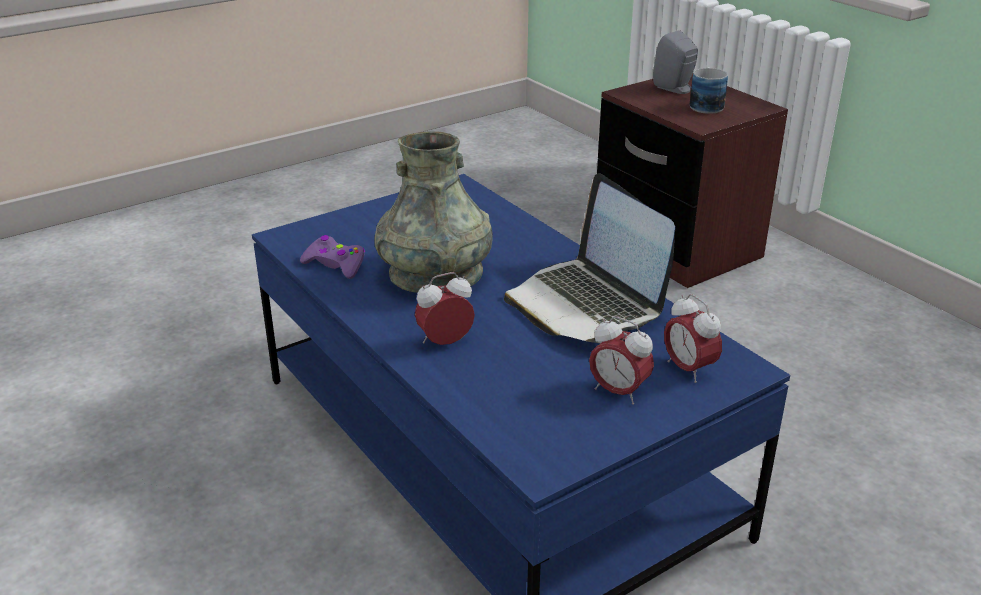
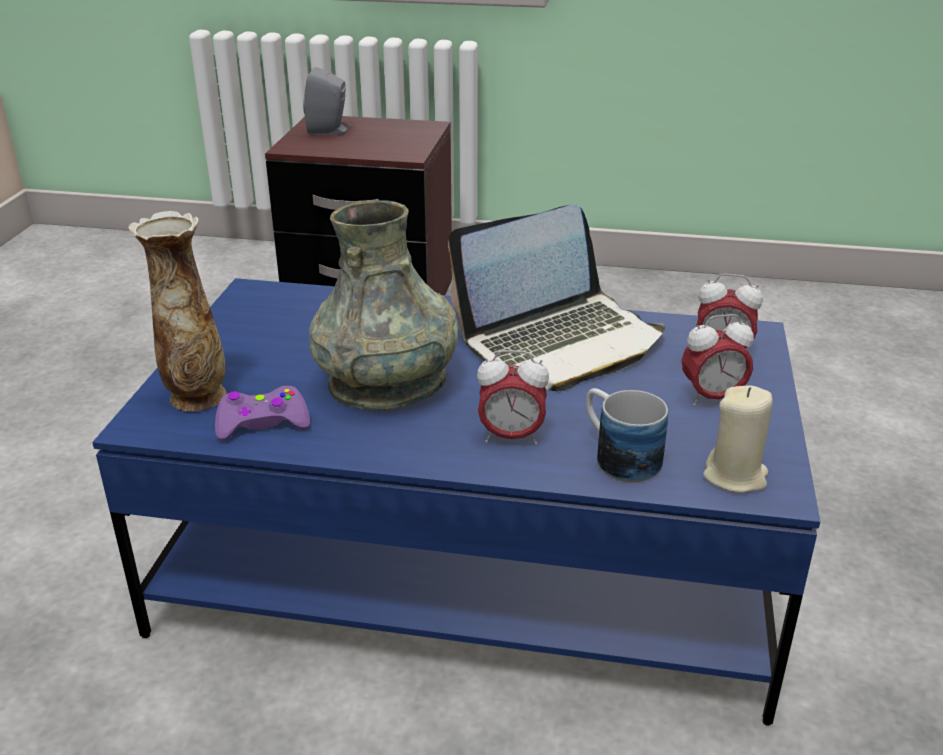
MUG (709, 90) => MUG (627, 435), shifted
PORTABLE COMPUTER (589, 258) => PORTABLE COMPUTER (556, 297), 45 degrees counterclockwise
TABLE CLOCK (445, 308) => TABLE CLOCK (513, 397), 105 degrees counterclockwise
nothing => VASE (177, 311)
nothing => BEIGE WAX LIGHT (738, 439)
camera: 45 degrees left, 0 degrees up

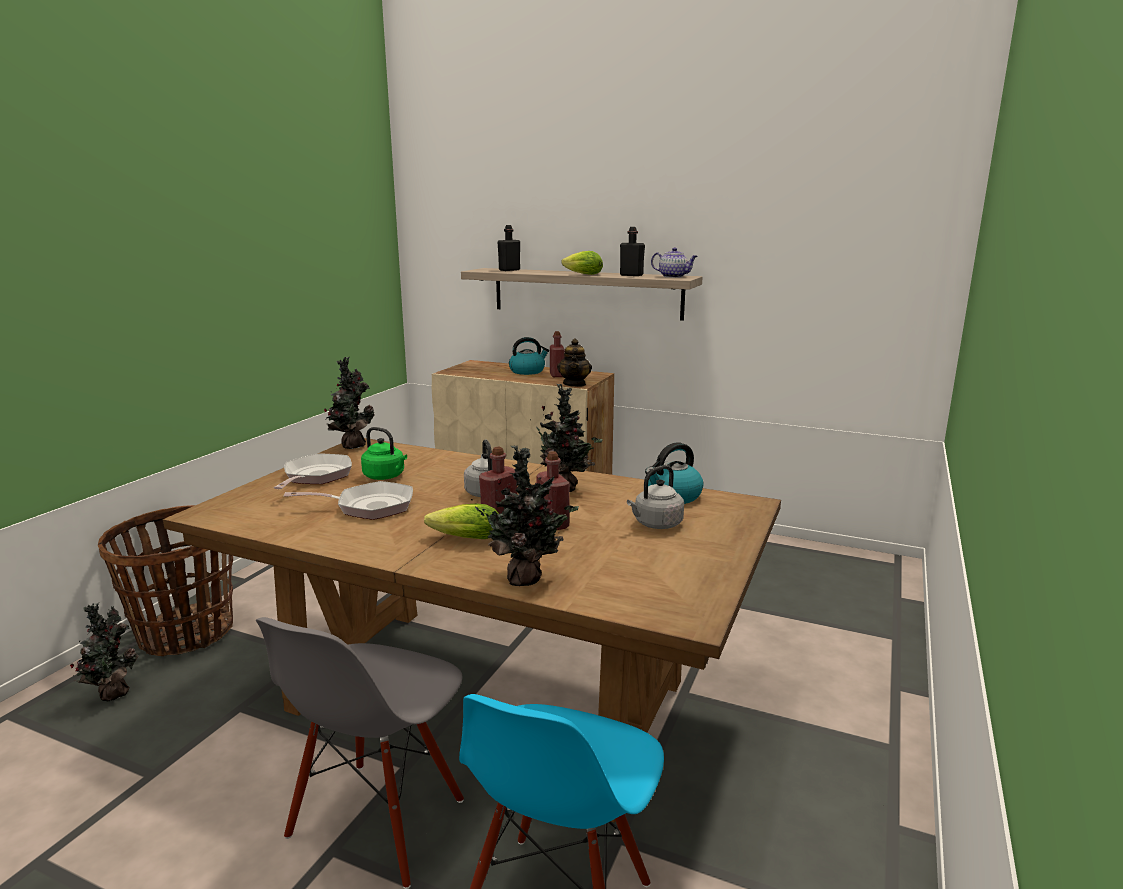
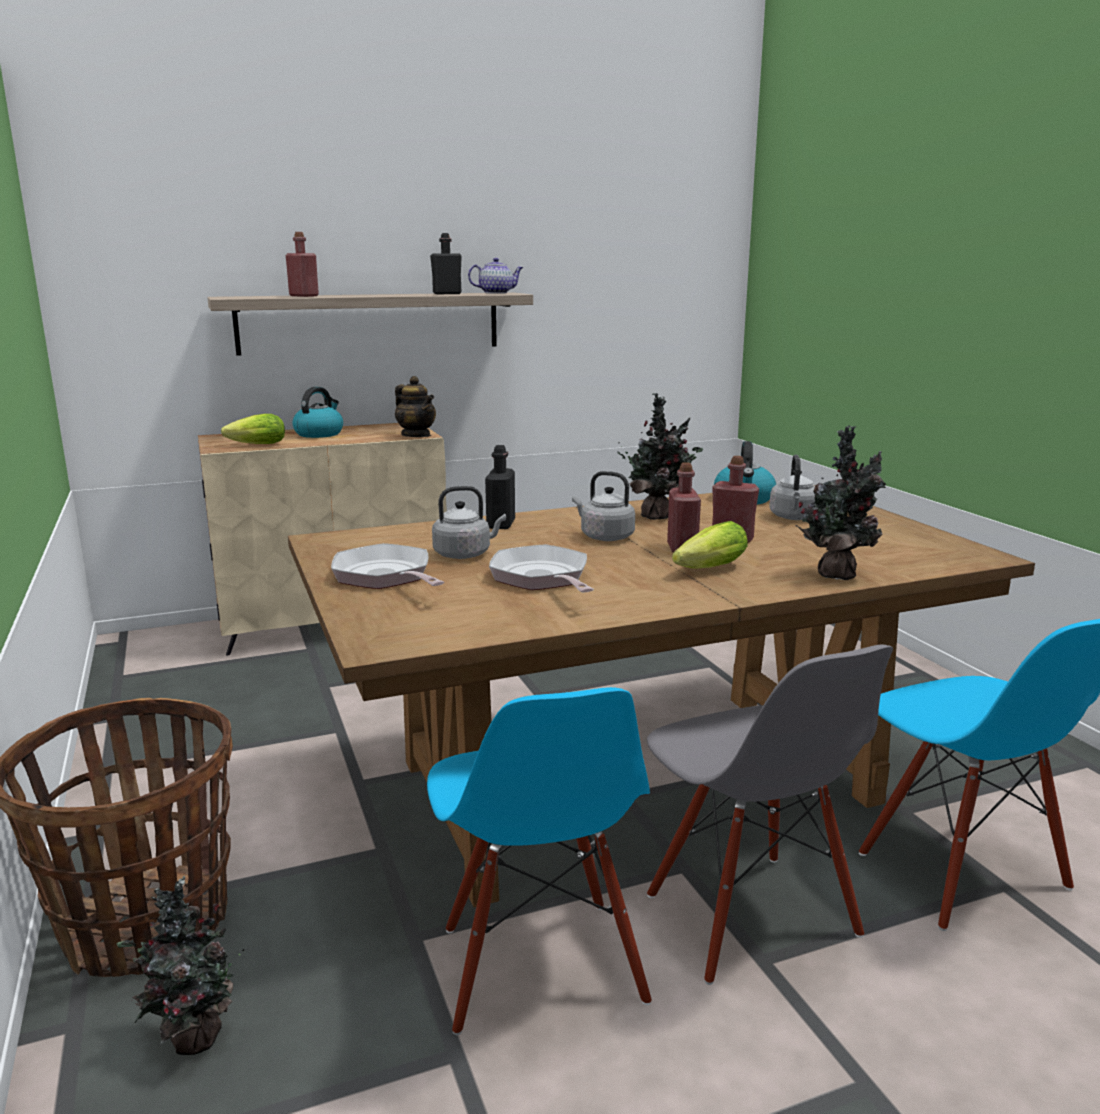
BLACK BEVERAGE BOTTLE (509, 248) => BLACK BEVERAGE BOTTLE (500, 487), shifted
HEAD OF LETTUCE (582, 263) => HEAD OF LETTUCE (253, 429), shifted
RED-COLOURED BEVERAGE BOTTLE (557, 354) => RED-COLOURED BEVERAGE BOTTLE (302, 264), shifted
HOUSEPLANT (349, 403) => nothing
GREENISH KETTLE (384, 453) => GRAY KETTLE (469, 522)
SKILLET (348, 500) => SKILLET (541, 568), 60 degrees counterclockwise
nothing => BLUE UPRIGHT CHAIR (539, 861)
camera: 45 degrees left, 0 degrees up

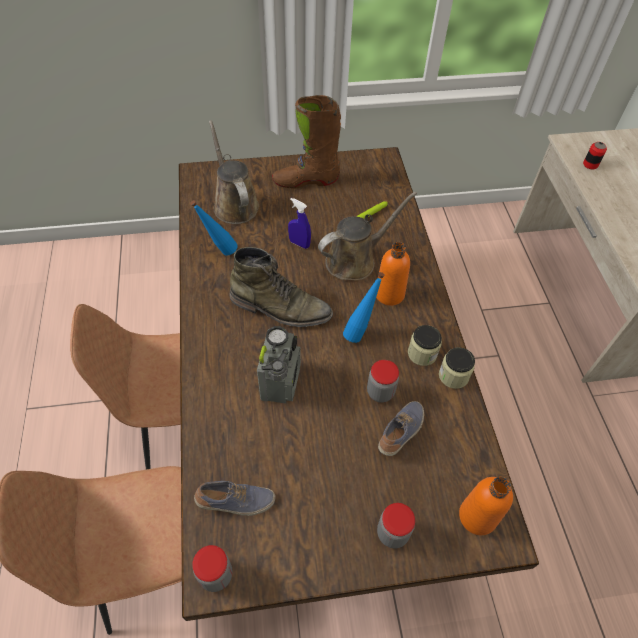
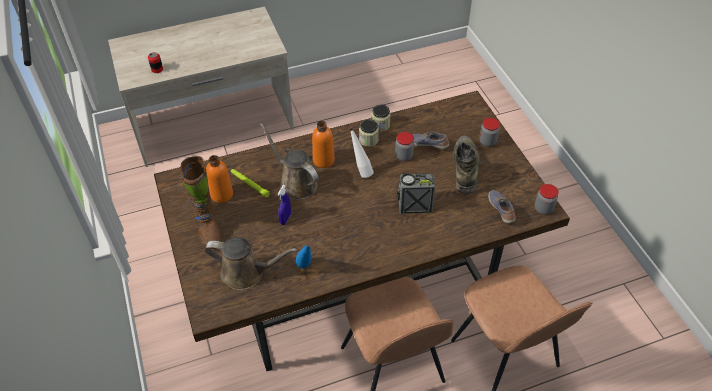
BROWNISH SPRINKLING CAN (234, 172) => BROWNISH SPRINKLING CAN (251, 263), 135 degrees counterclockwise
GREENISH BOOT (281, 287) => GREENISH BOOT (467, 164), shifted
BLUE BEVERAGE BOTTLE (364, 307) => WHITE-COLOURED BEVERAGE BOTTLE (361, 152)
ORANGE BEVERAGE BOTTLE (486, 506) => ORANGE BEVERAGE BOTTLE (219, 179), shifted
camera: 100 degrees left, 5 degrees down

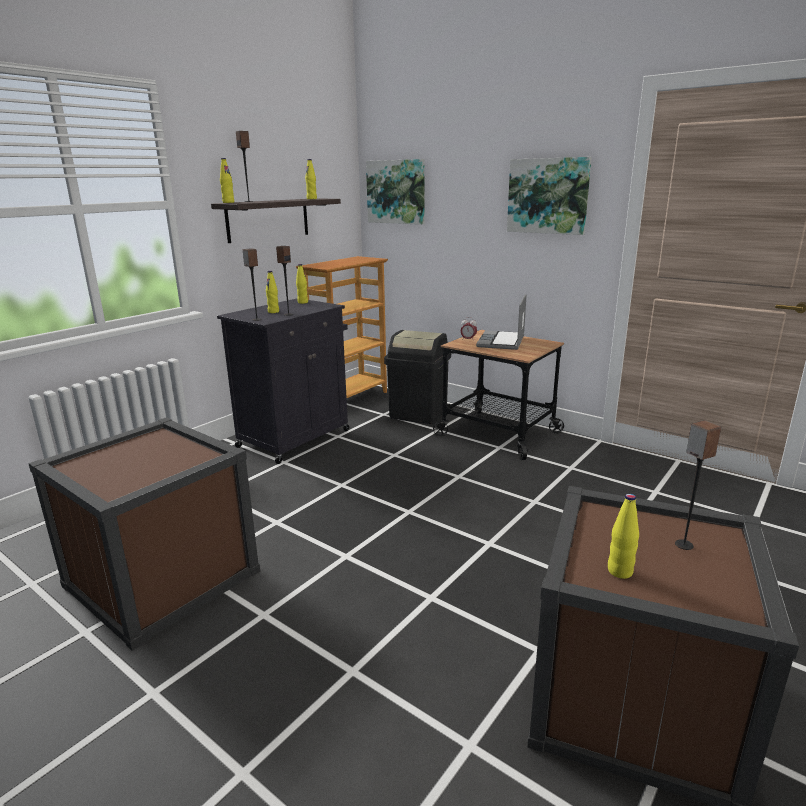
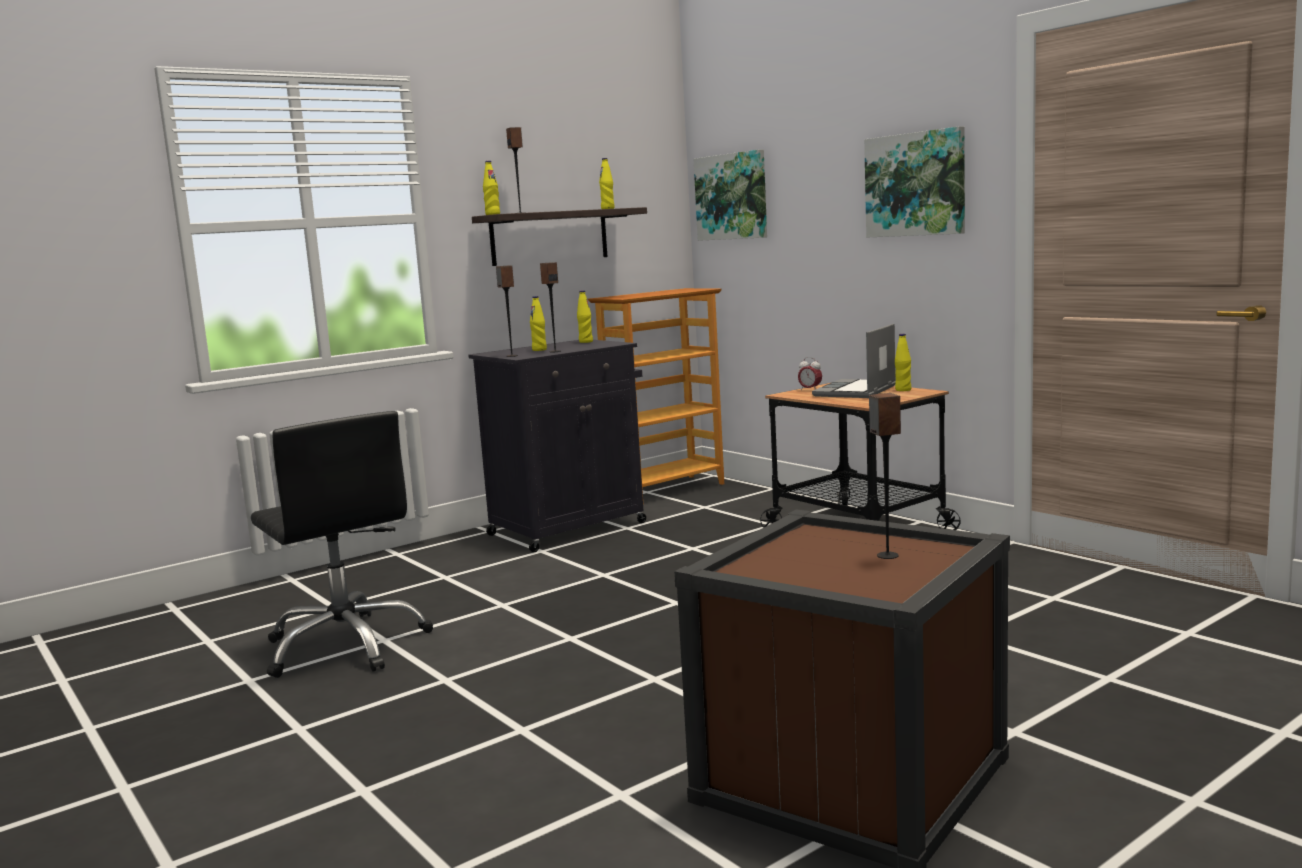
BLACK RUBBISH BIN (417, 377) => nothing
BROWNISH STORAGE CONTAINER (144, 534) => BLACK COMPUTER CHAIR (342, 544)
YELLOW-COLOURED BEVERAGE BOTTLE (623, 536) => YELLOW-COLOURED BEVERAGE BOTTLE (903, 362), shifted
camera: 15 degrees right, 10 degrees down

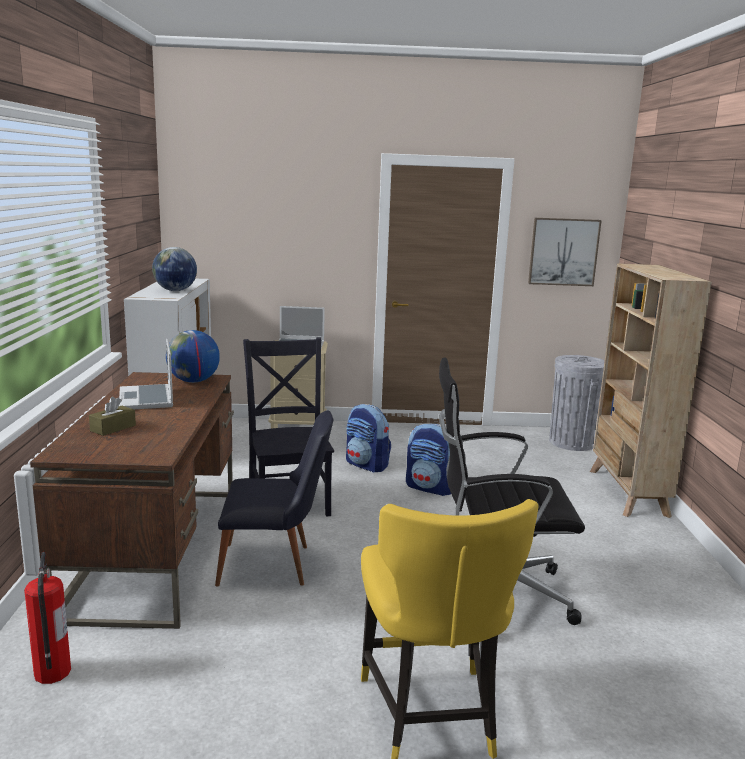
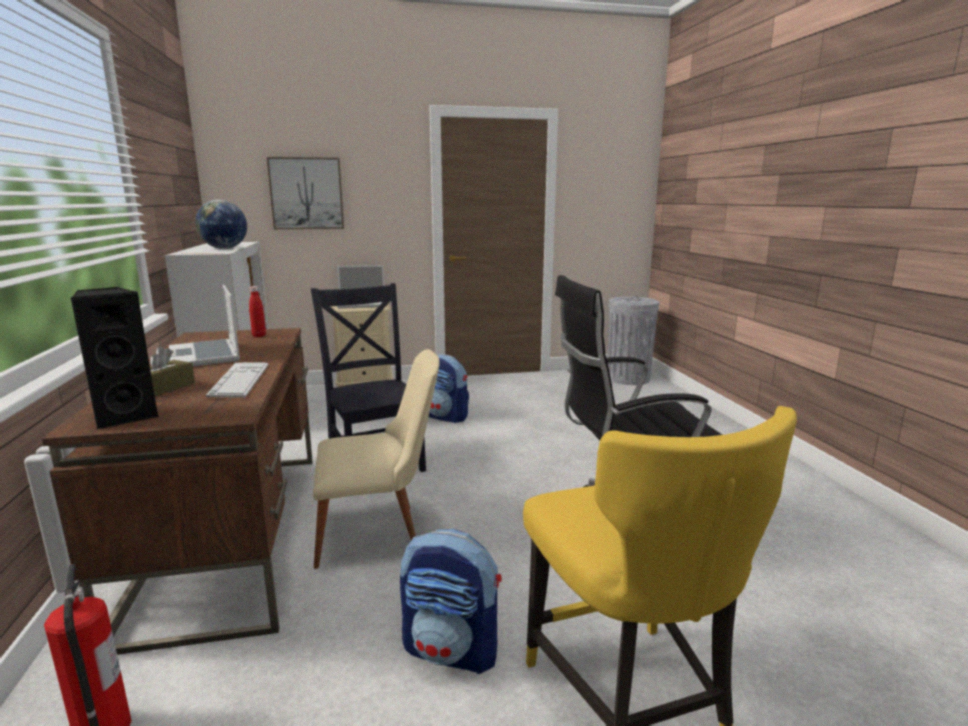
PICTURE (565, 252) => PICTURE (305, 193), shifted
BEIGE BOOKSHELF (651, 390) => nothing
DESK GLOBE (193, 356) => RED-COLOURED BEVERAGE BOTTLE (257, 311)
BLACK UPRIGHT CHAIR (274, 498) => BEIGE UPRIGHT CHAIR (376, 459)
BACKPACK (428, 459) => BACKPACK (451, 601), shifted
nothing => BLACK LOUDSPEAKER (115, 358)
nothing => PC KEYBOARD (237, 379)
camera: 10 degrees left, 0 degrees up

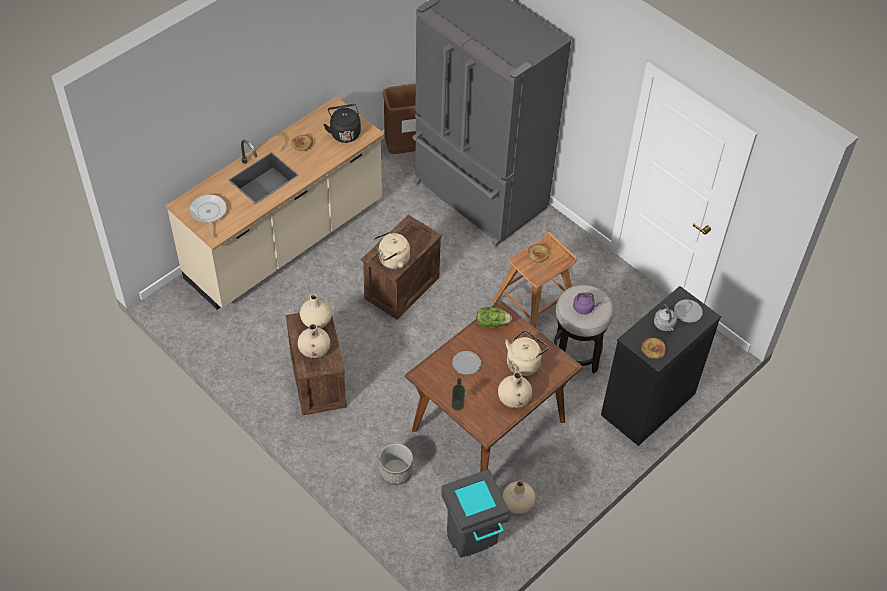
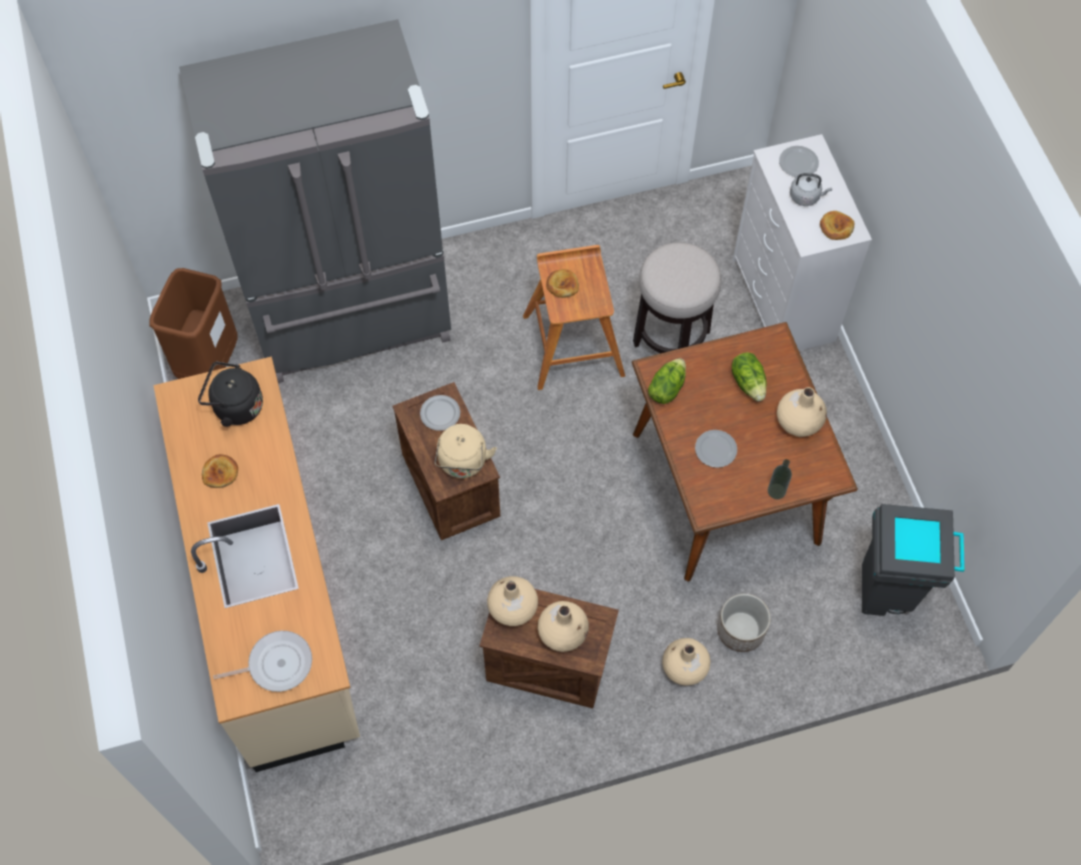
SKILLET (208, 217) => SKILLET (262, 661), 150 degrees clockwise
BLACK DRESSER (661, 366) => WHITE-COLOURED DRESSER (802, 242)
PURPLISH KETTLE (587, 303) => nothing
BEIGE KETTLE (527, 353) => HEAD OF LETTUCE (749, 376)
BEIGE VASE (518, 497) => BEIGE VASE (686, 662), shifted
nothing => FLAT DISH (440, 413)
camera: 60 degrees left, 10 degrees up

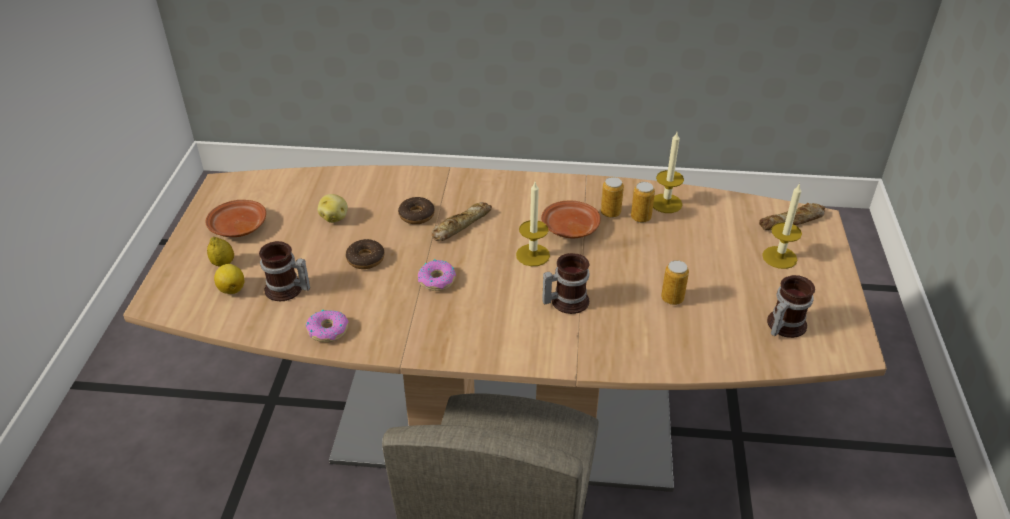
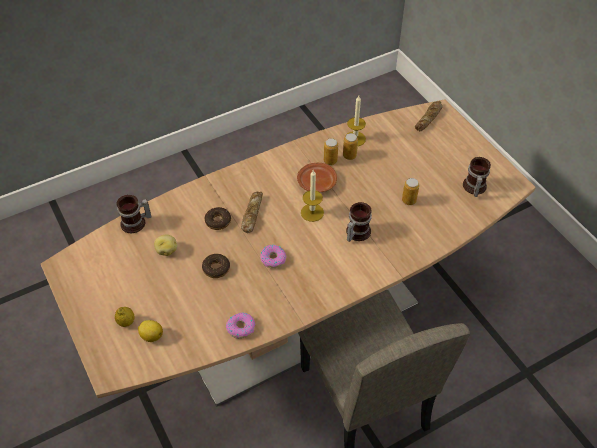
WAX LIGHT (782, 226) => nothing
BROWNISH FLAT DISH (235, 218) => nothing
MUG (284, 271) => MUG (134, 214), shifted
camera: 35 degrees left, 10 degrees up

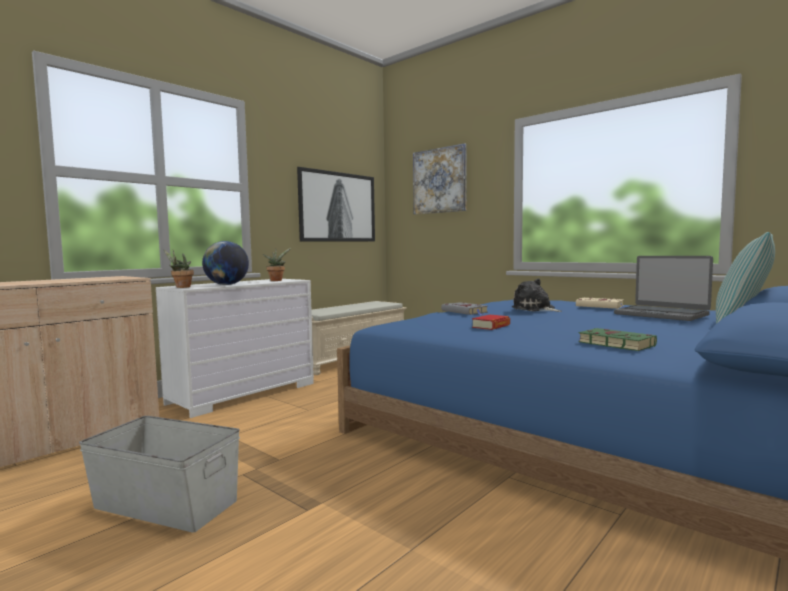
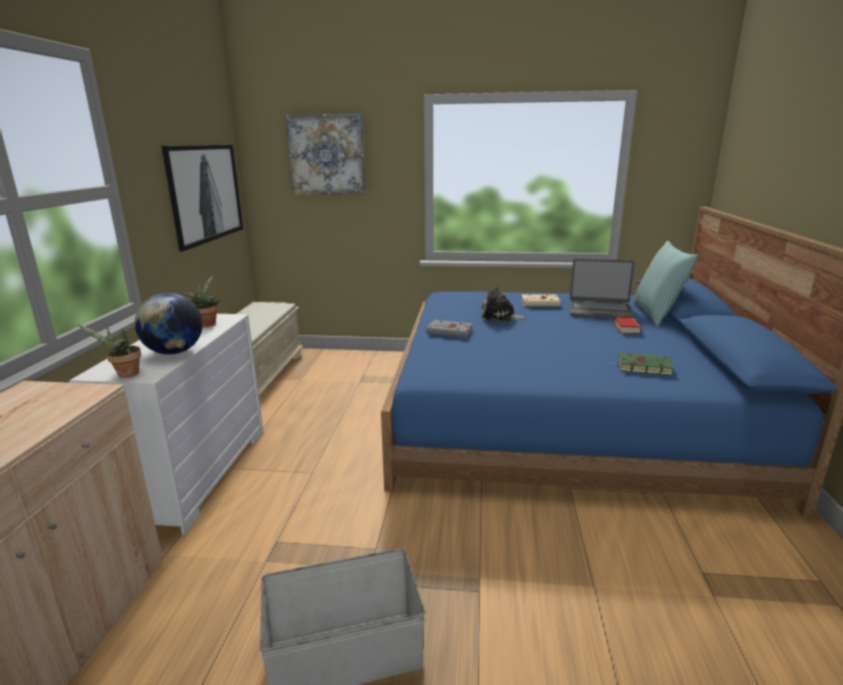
VOLUME (491, 322) => VOLUME (627, 325), shifted
camera: 35 degrees left, 15 degrees up

